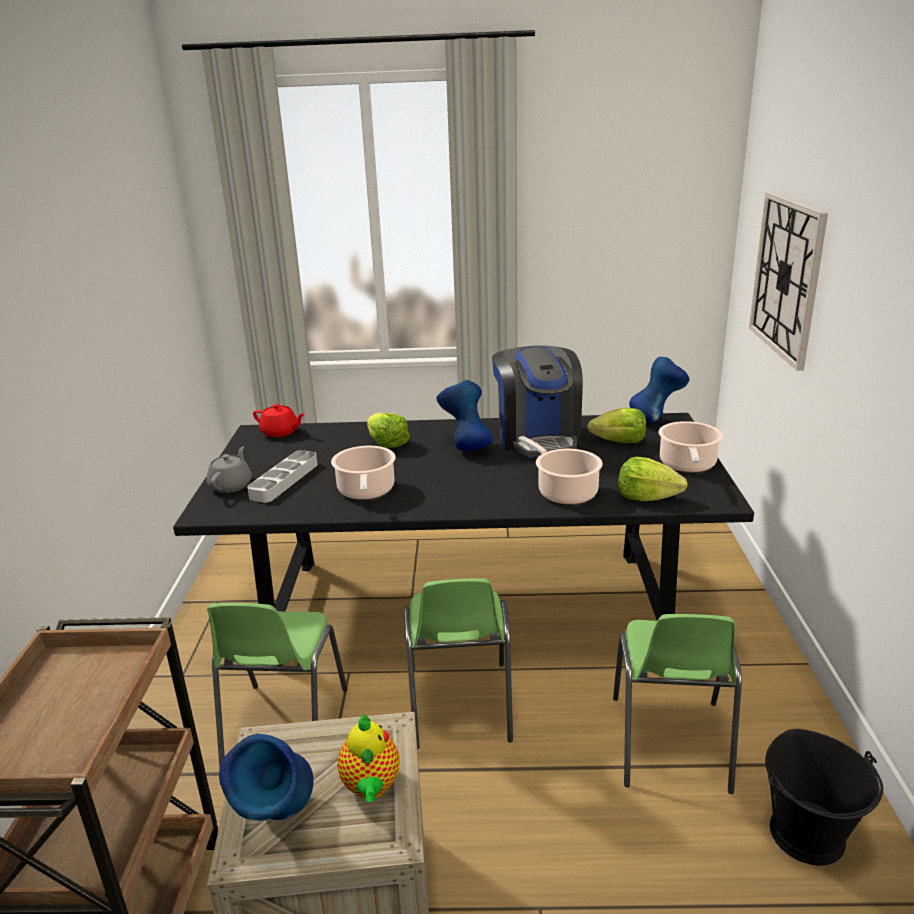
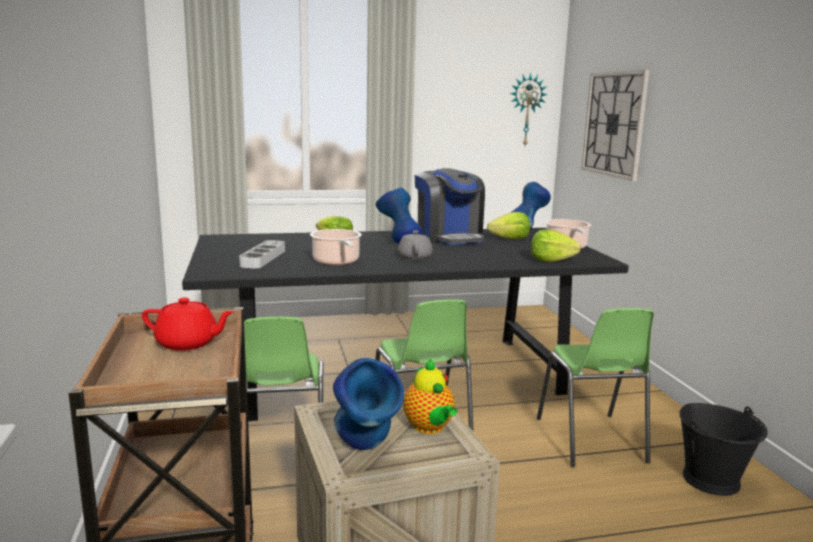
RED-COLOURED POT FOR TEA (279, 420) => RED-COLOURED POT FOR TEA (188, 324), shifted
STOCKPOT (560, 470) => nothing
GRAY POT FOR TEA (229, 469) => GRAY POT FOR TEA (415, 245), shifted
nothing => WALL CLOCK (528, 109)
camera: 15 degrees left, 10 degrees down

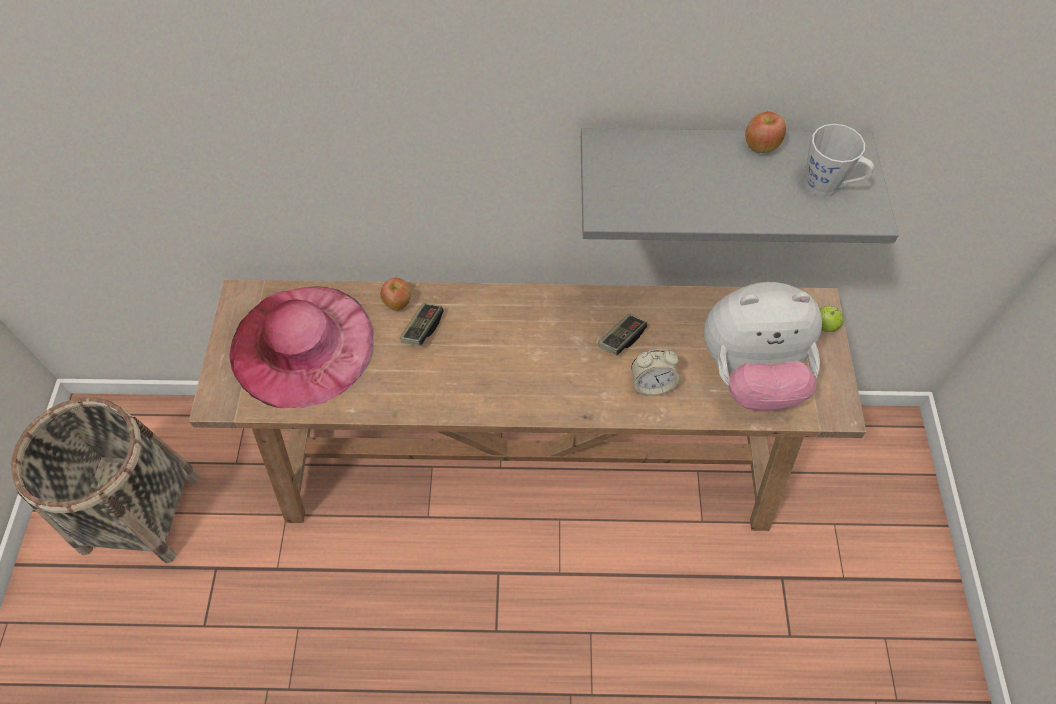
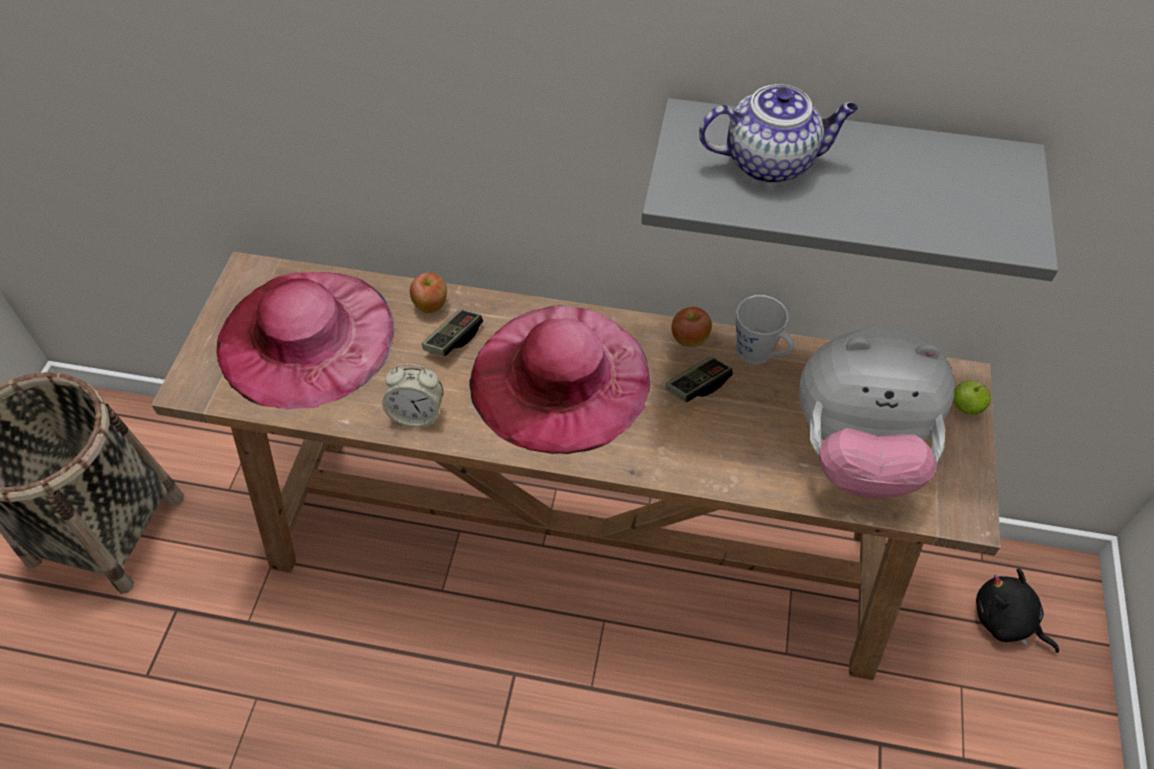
APPLE (765, 132) => APPLE (691, 327), shifted
GRAY MUG (838, 160) => GRAY MUG (765, 330), shifted
TABLE CLOCK (655, 372) => TABLE CLOCK (412, 396), shifted
nothing => POT FOR TEA (778, 133)
nothing => PINK-COLOURED WEARABLE HAT (560, 379)
nothing => BLACK SOFT TOY (1017, 610)
camera: 10 degrees right, 5 degrees down

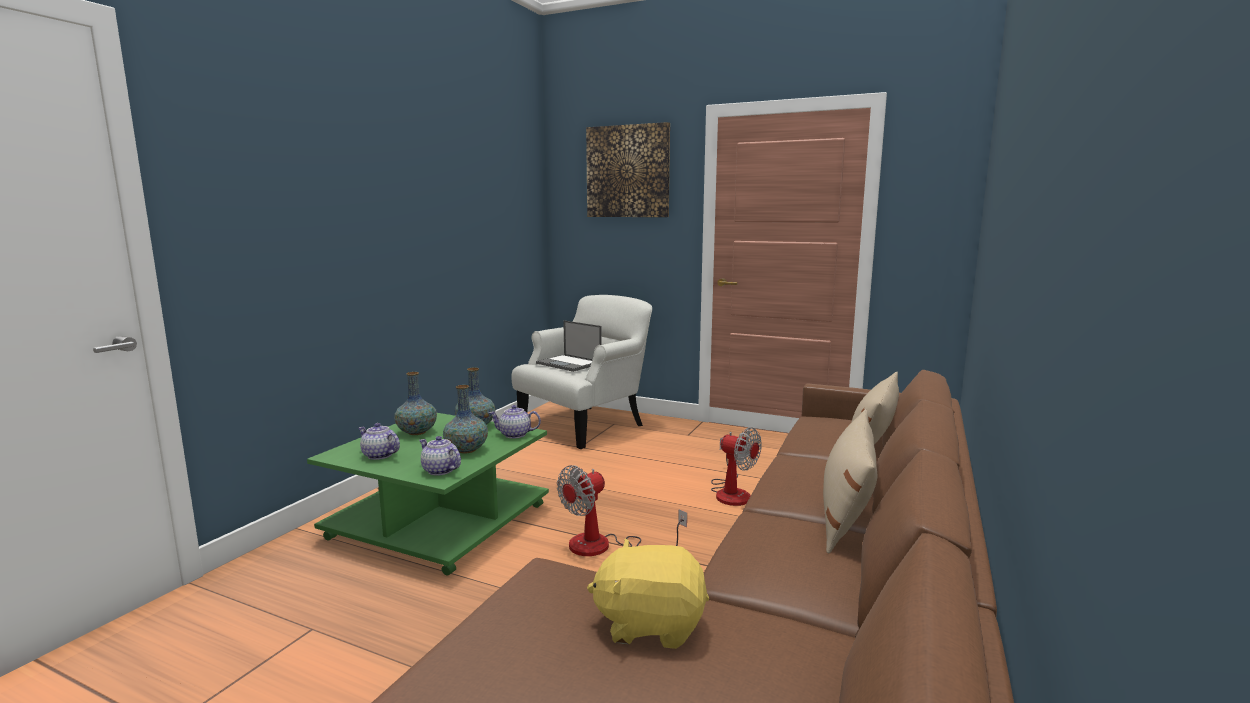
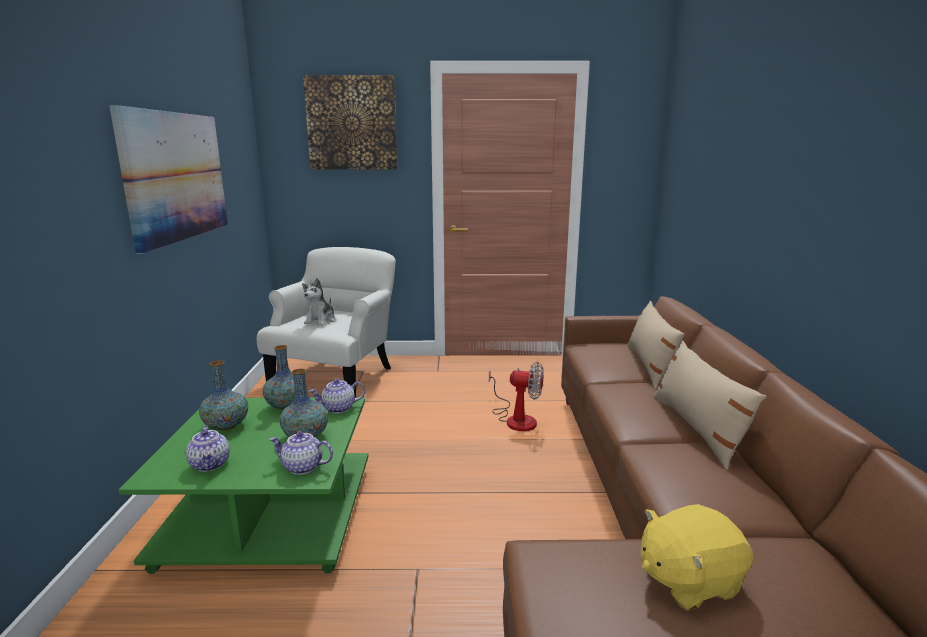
PORTABLE COMPUTER (569, 346) => SOFT TOY (318, 302)
POT FOR TEA (379, 441) => POT FOR TEA (208, 448), 120 degrees counterclockwise
COOLING FAN (622, 510) => nothing
nothing => PICTURE (168, 179)
camera: 25 degrees left, 5 degrees up

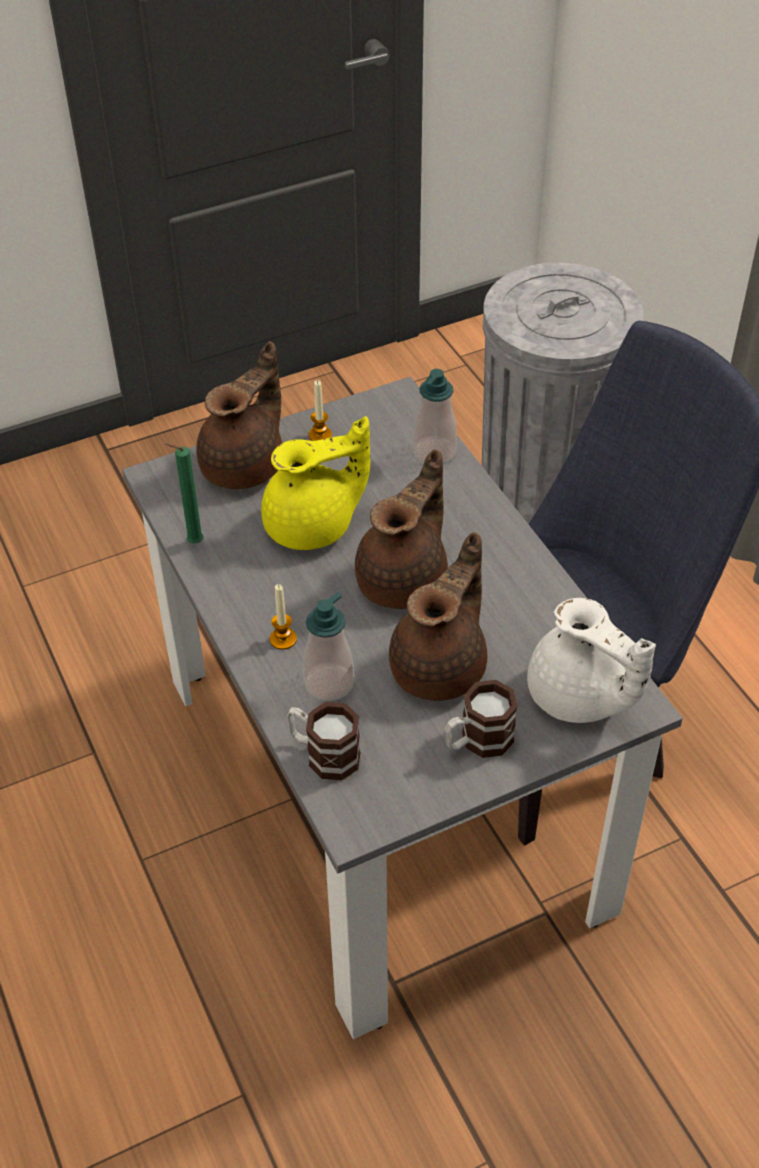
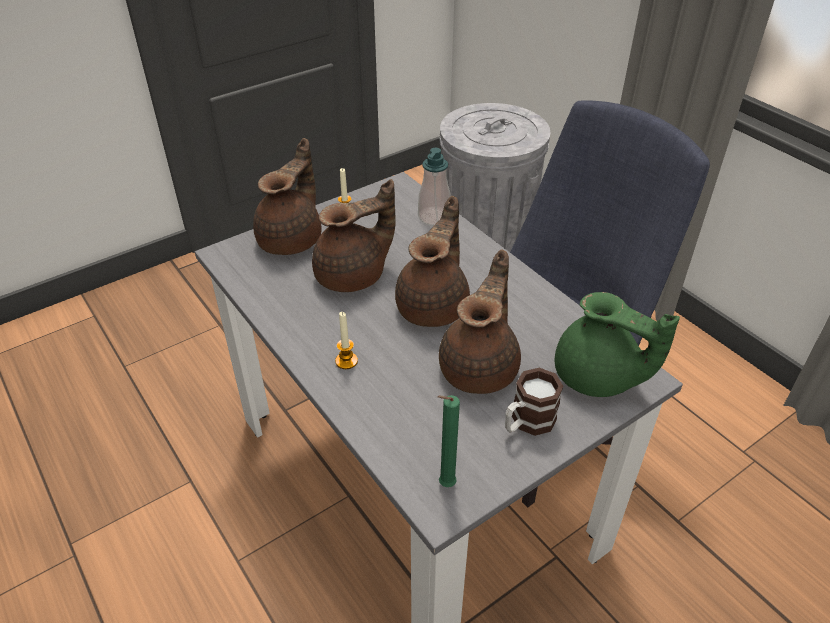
YELLOW-COLOURED POT FOR TEA (315, 483) => BROWNISH POT FOR TEA (354, 235)
GREENISH WAX LIGHT (185, 493) => GREENISH WAX LIGHT (448, 441), shifted
SOAP BOTTLE (328, 646) => nothing
WHITE-COLOURED POT FOR TEA (591, 660) => GREENISH POT FOR TEA (617, 344)
MUG (324, 741) => nothing
camera: 10 degrees left, 5 degrees down

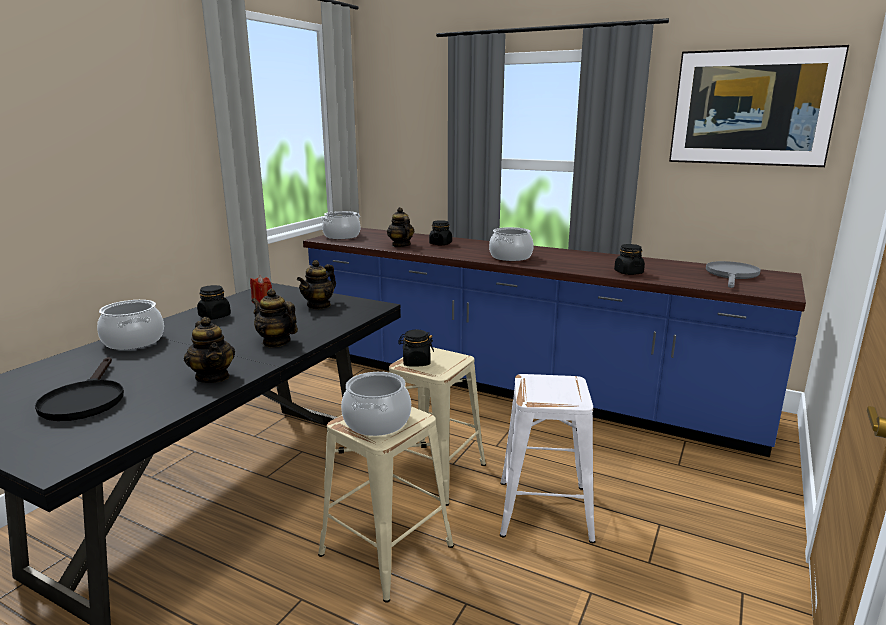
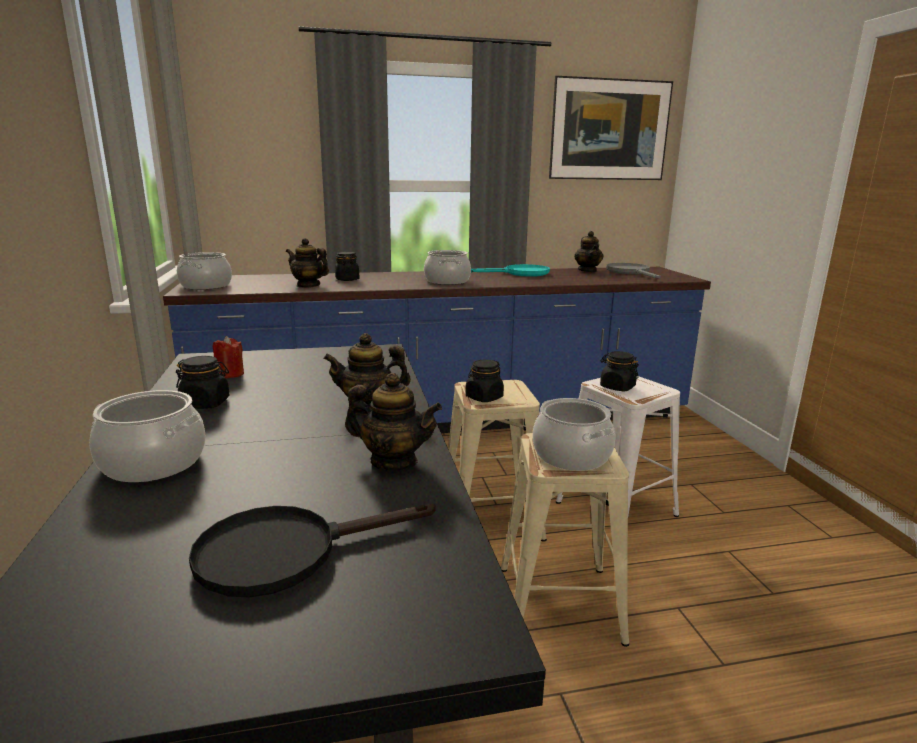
BLACK STORAGE JAR (629, 259) => BLACK STORAGE JAR (619, 371), shifted
POT FOR TEA (316, 284) => POT FOR TEA (589, 251), shifted
BLACK SKILLET (79, 389) => BLACK SKILLET (312, 551), 120 degrees clockwise
nothing => TURQUOISE-COLOURED SKILLET (510, 270)
camera: 40 degrees left, 0 degrees up

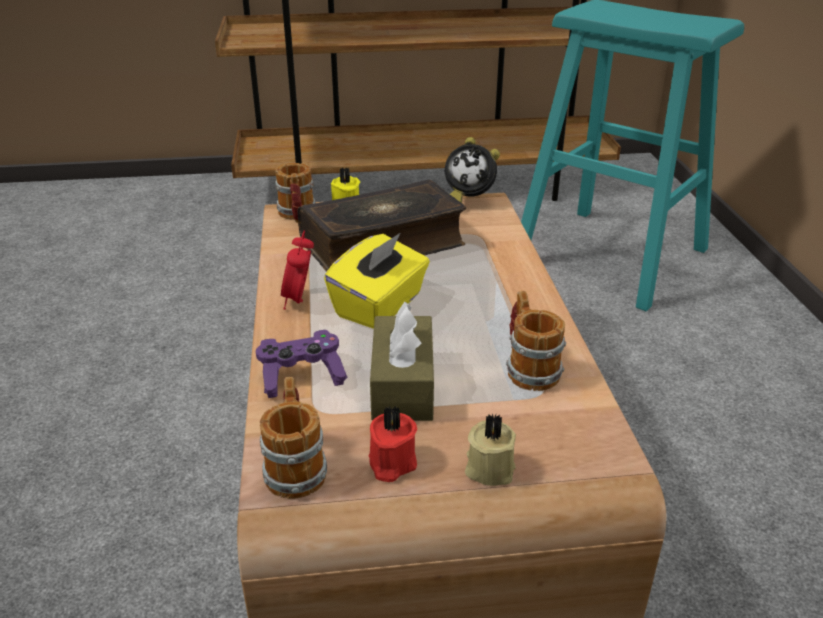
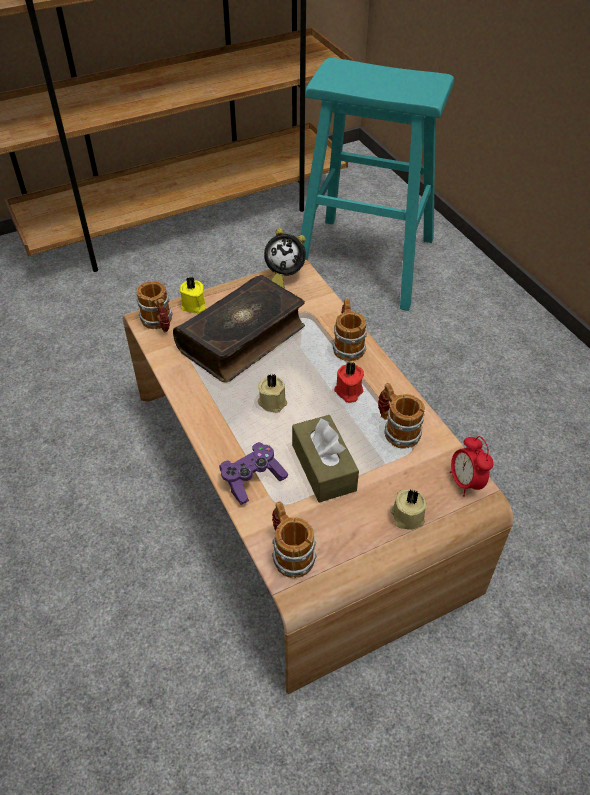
TABLE CLOCK (297, 270) => TABLE CLOCK (471, 466), shifted
YELLOW-COLOURED TISSUE BOX (377, 280) => BEIGE WAX LIGHT (272, 393)
RED-COLOURED WAX LIGHT (393, 443) => RED-COLOURED WAX LIGHT (349, 382), shifted
nothing => MUG (350, 329)
camera: 20 degrees left, 15 degrees up

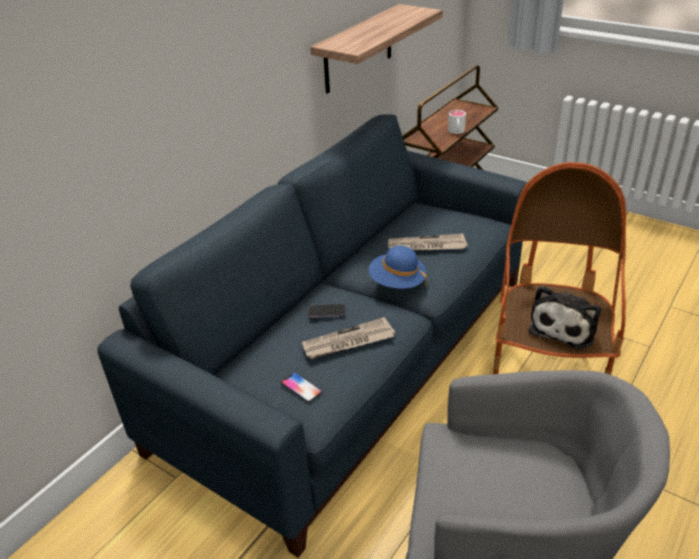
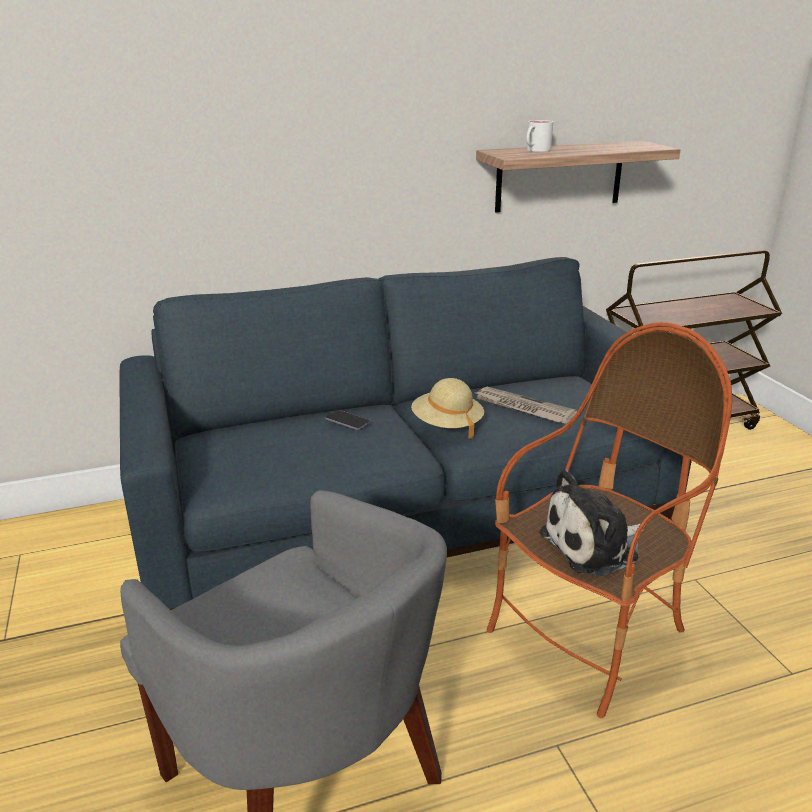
WHITE-COLOURED MUG (457, 122) => WHITE-COLOURED MUG (539, 136), shifted
BLUE WEARABLE HAT (398, 267) => BEIGE WEARABLE HAT (447, 408)
DAILY PAPER (348, 338) => nothing
PHONE (301, 387) => nothing
camera: 35 degrees right, 10 degrees down

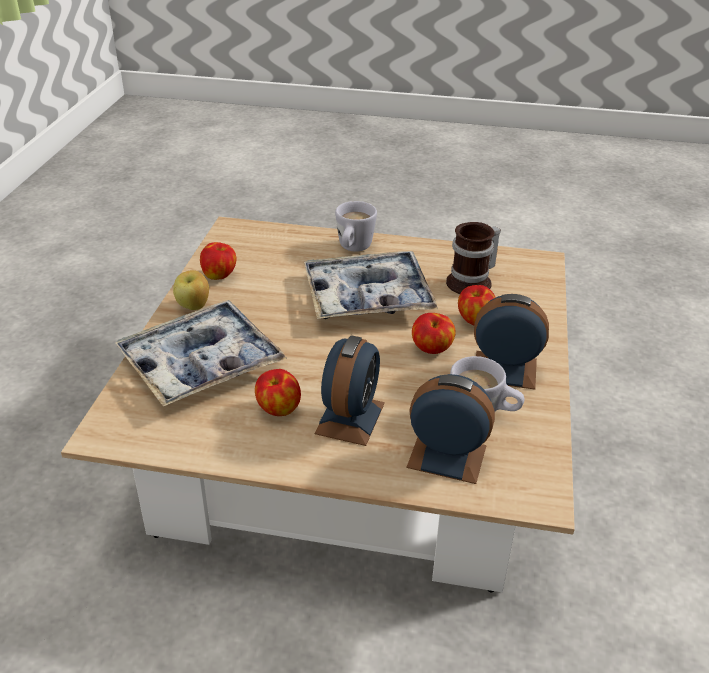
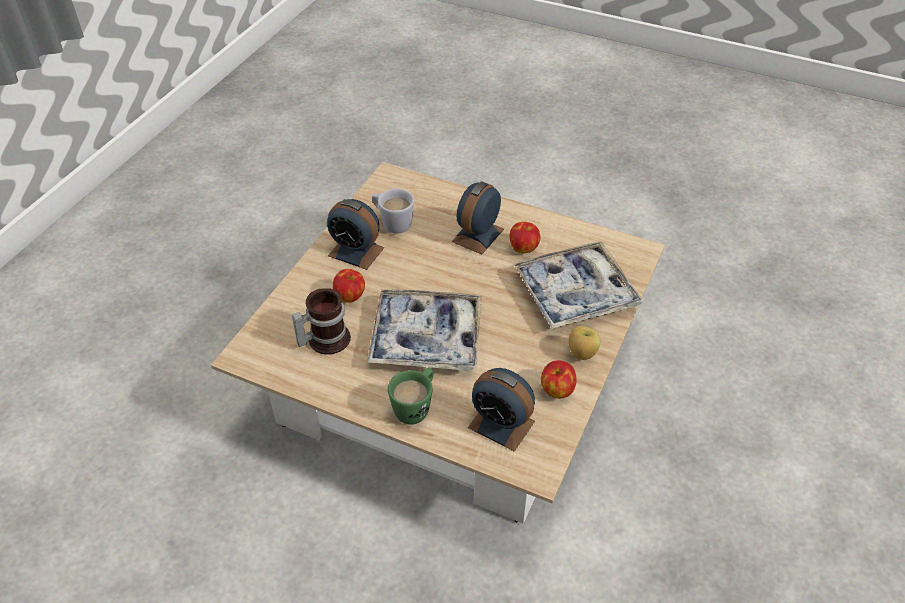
WHITE-COLOURED MUG (356, 226) => GREENISH MUG (411, 396)
APPLE (434, 333) => nothing
TABLE CLOCK (451, 429) => TABLE CLOCK (501, 410), shifted
camera: 165 degrees left, 10 degrees up

